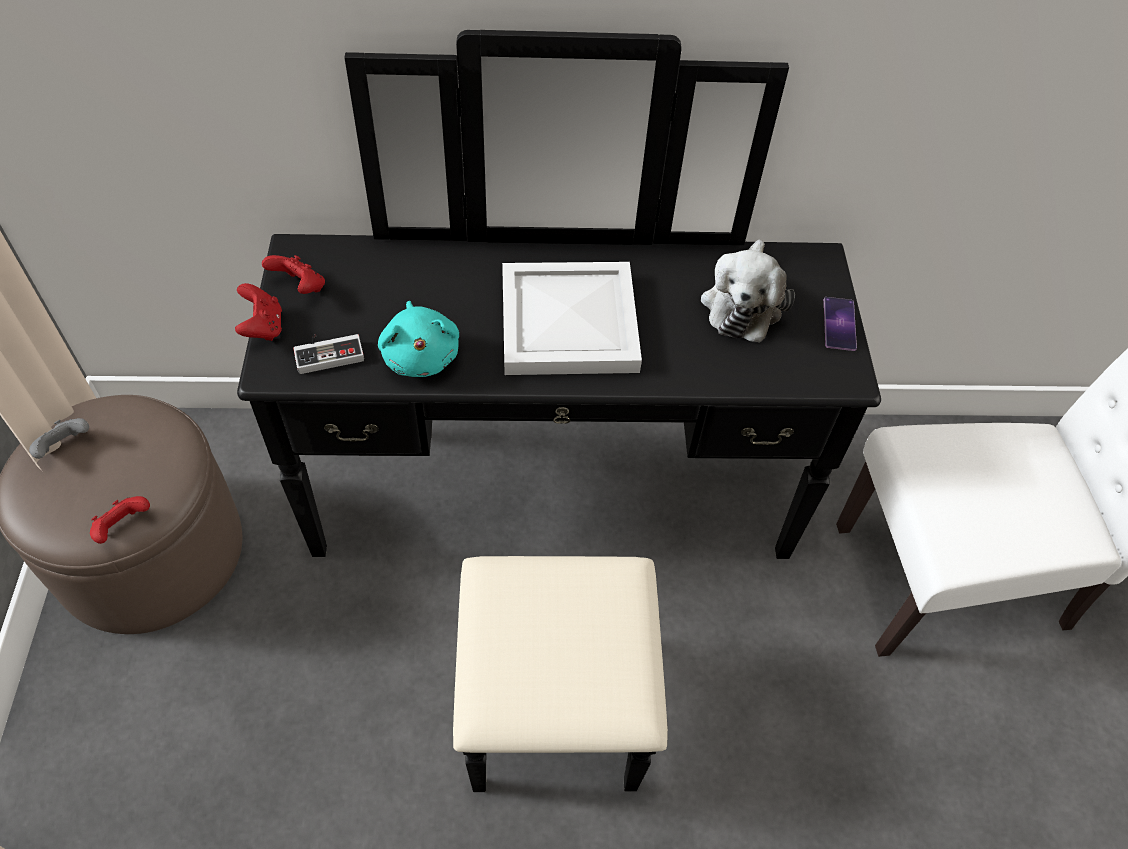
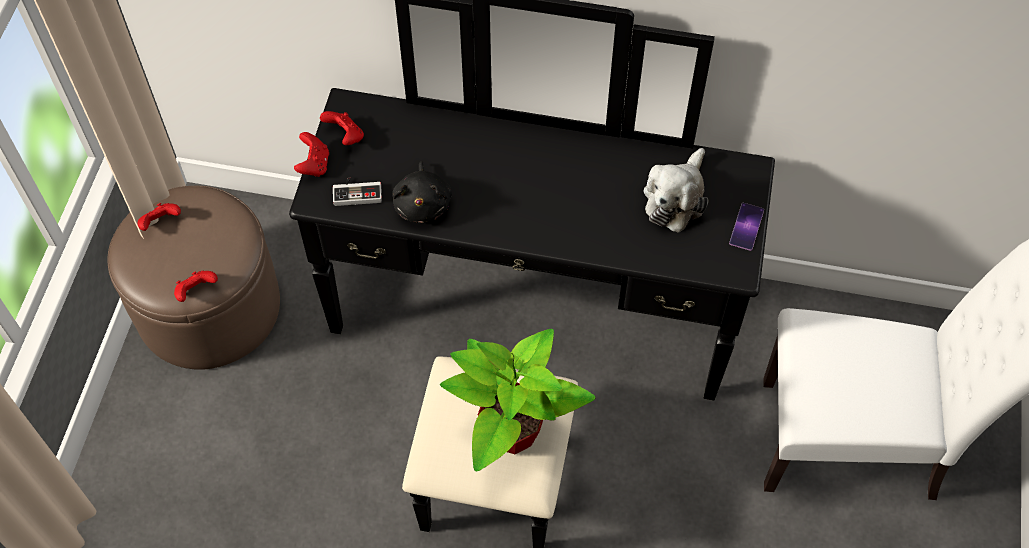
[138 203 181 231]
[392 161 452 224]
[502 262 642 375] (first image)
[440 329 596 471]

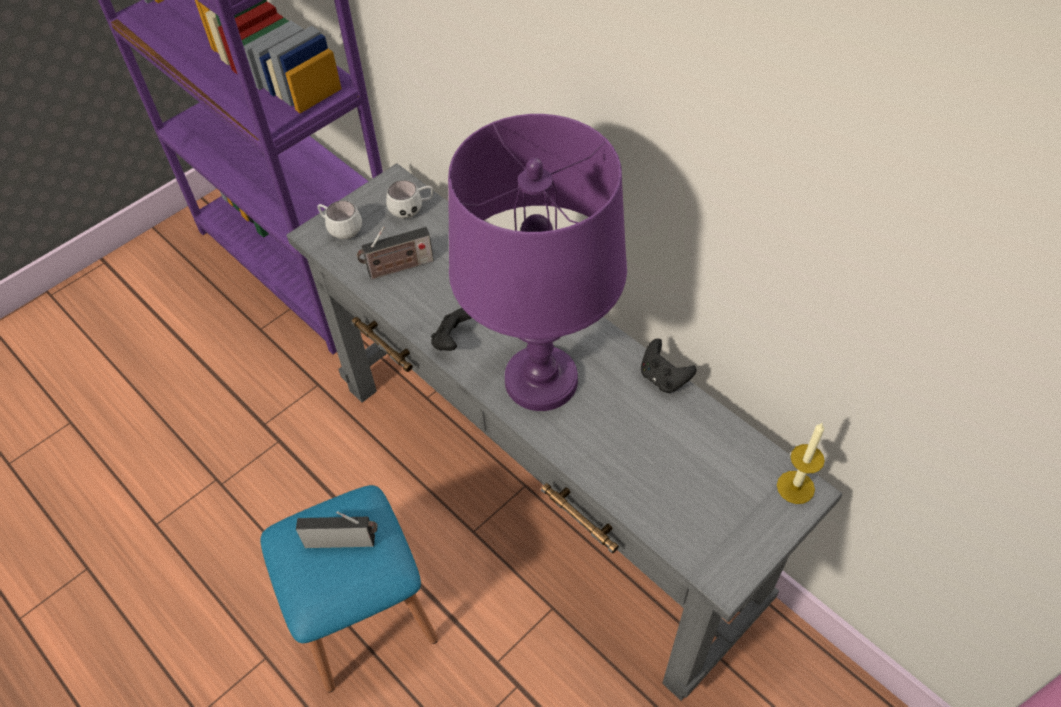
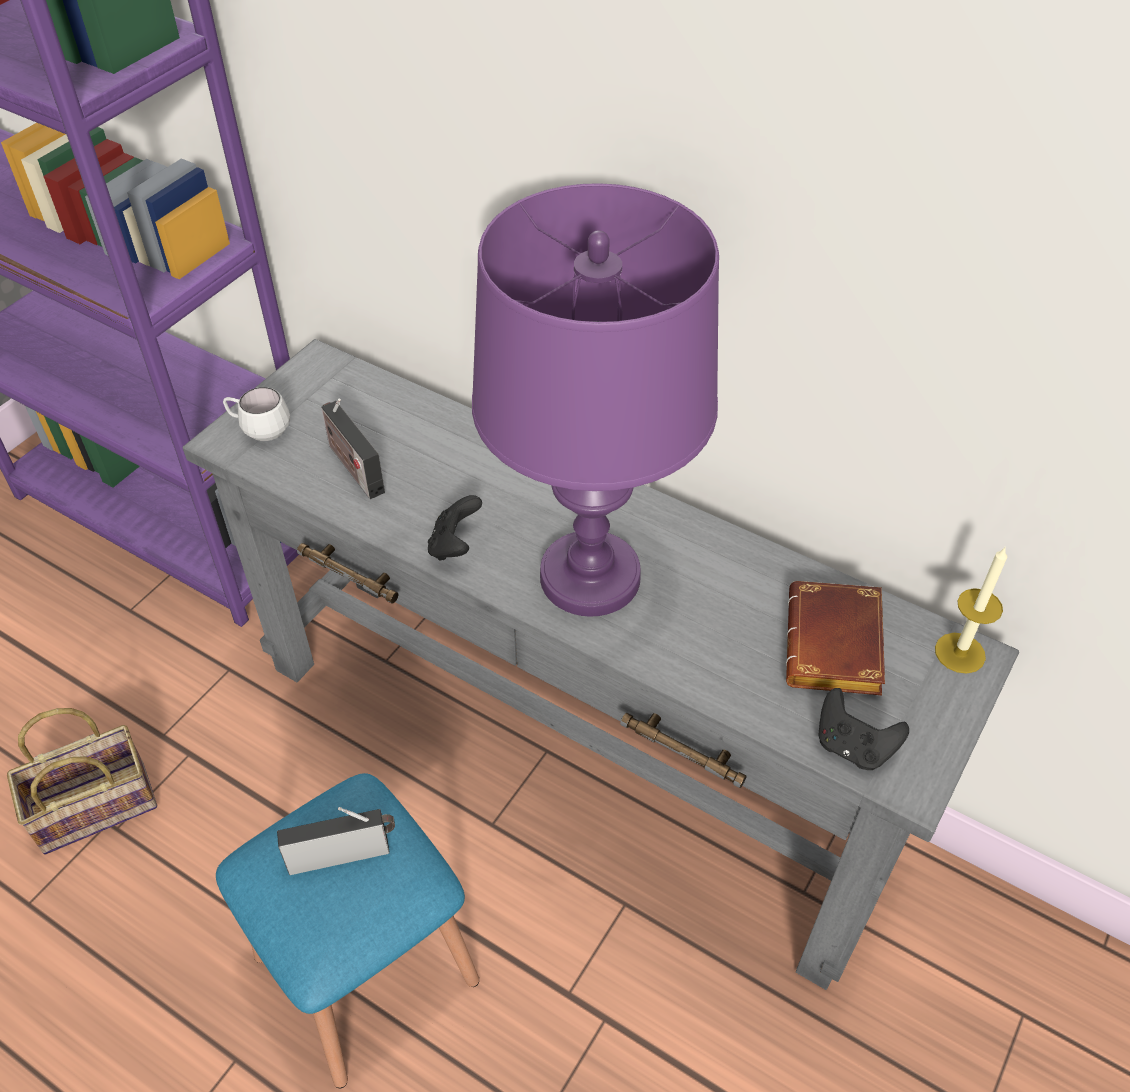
[321 398 385 499]
[386 180 433 219] (first image)
[818 688 909 770]
[7 708 157 854]
[786 581 885 695]

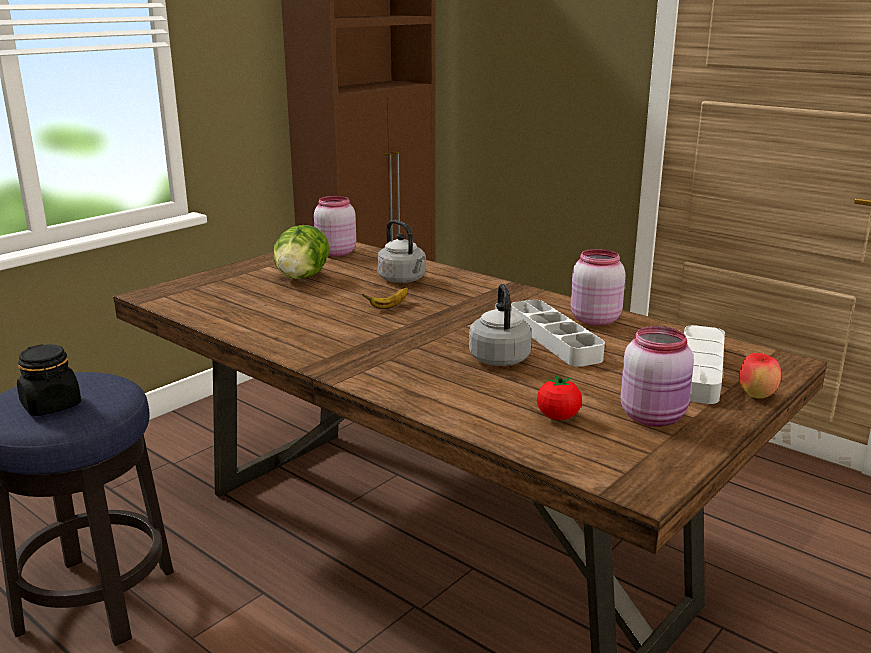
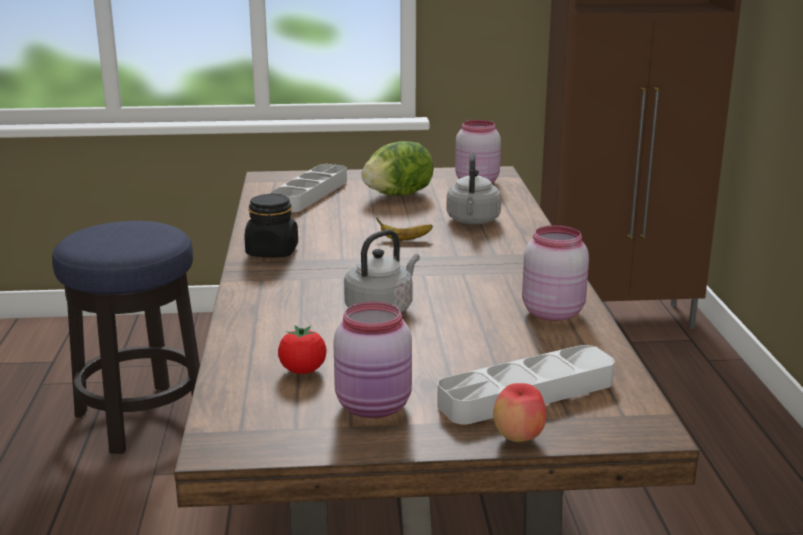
[245 194 298 257]
[270 164 347 212]

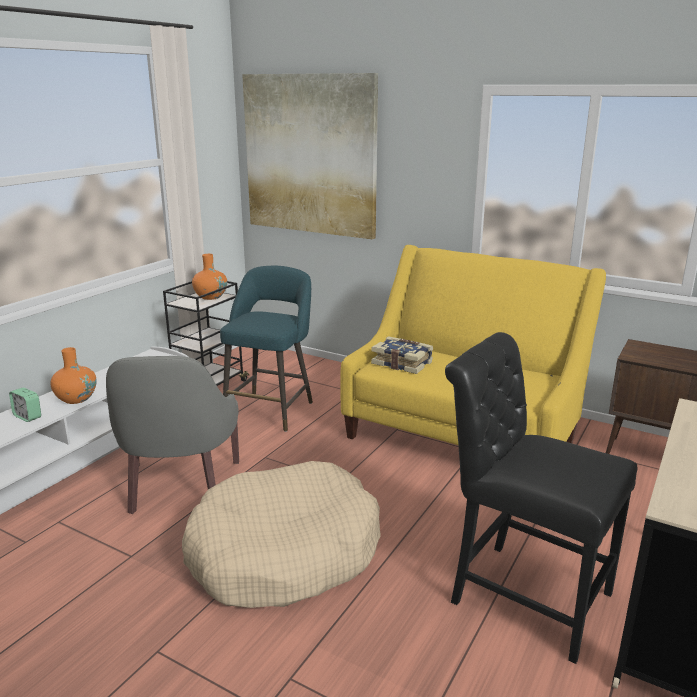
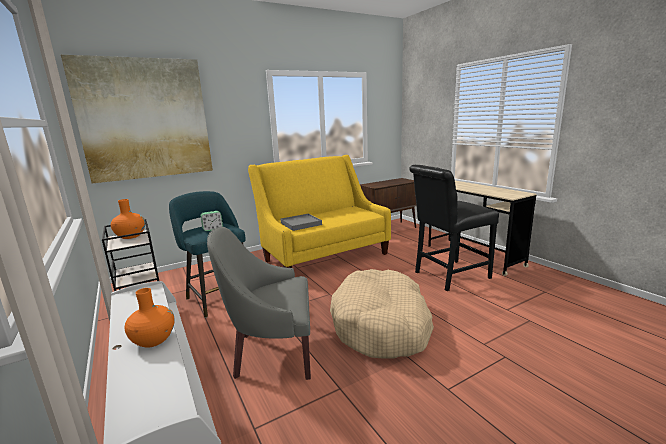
[201 211 223 231]
[207 227 311 380]
[280 214 322 231]

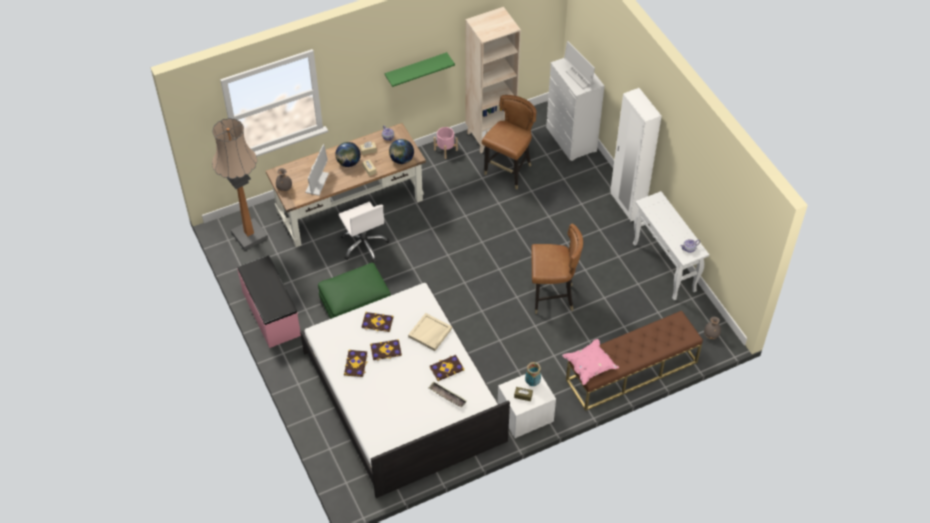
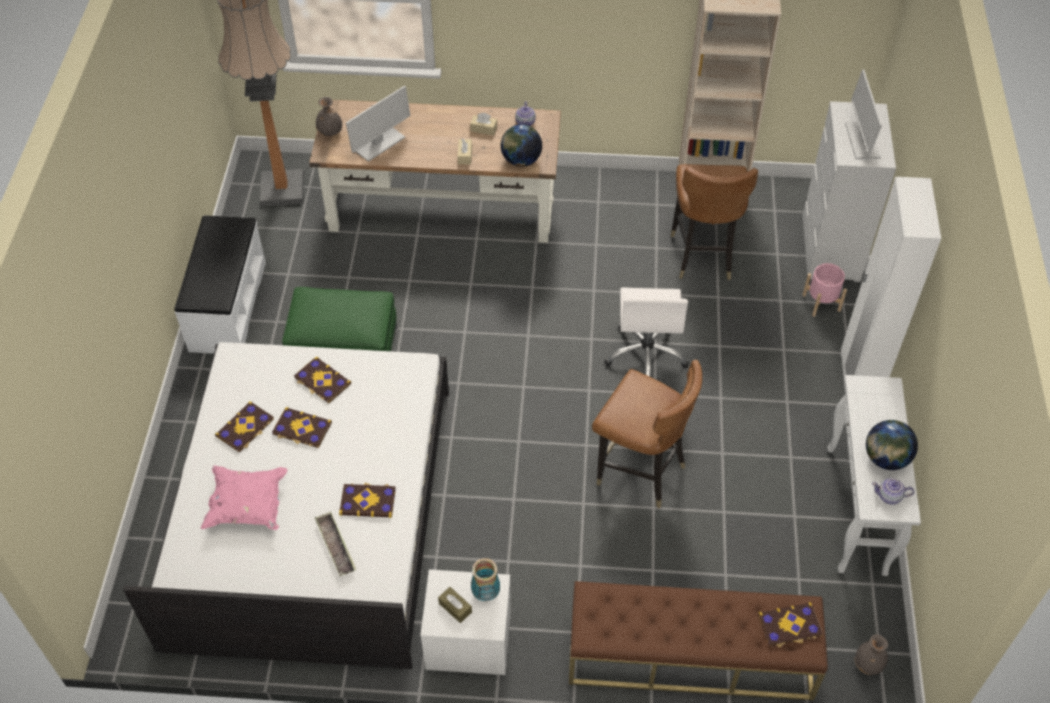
[175 215 266 354]
[866 420 918 470]
[604 288 689 377]
[385 52 455 87] (first image)
[408 313 452 351] (first image)
[802 263 847 317]
[671 164 758 280]
[201 465 287 530]
[758 602 823 648]

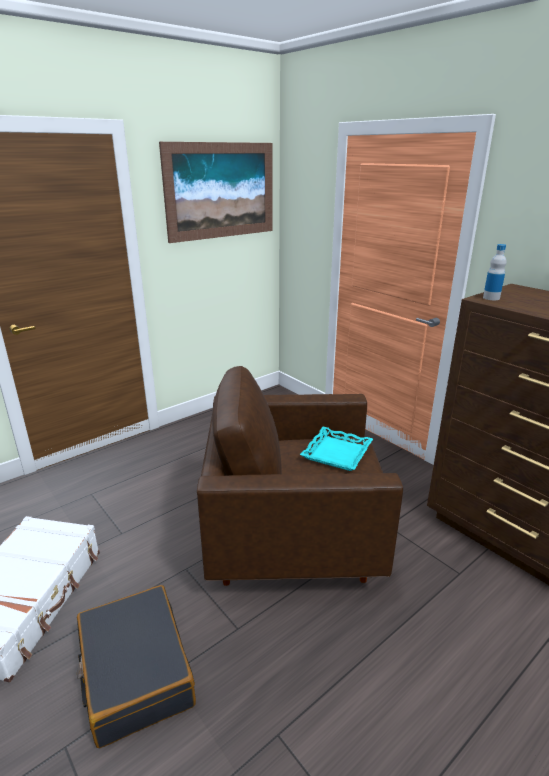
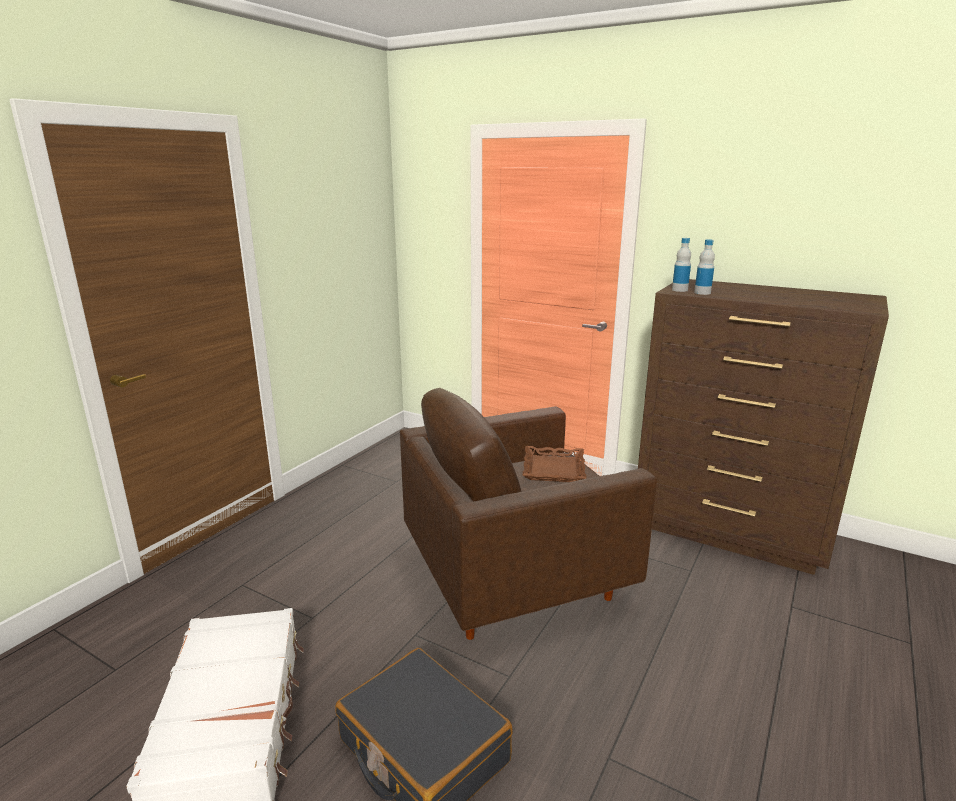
[159 142 273 243] (first image)
[523 446 587 482]
[694 239 715 295]

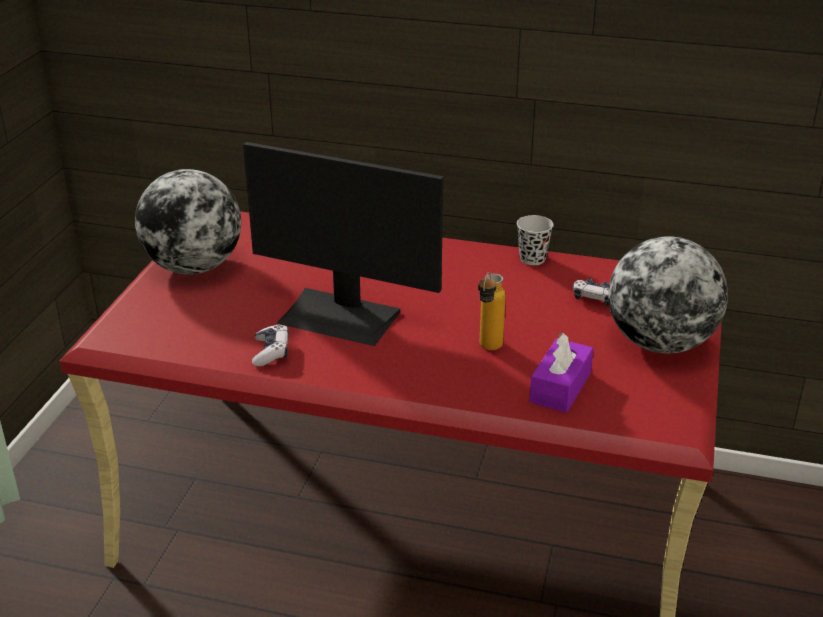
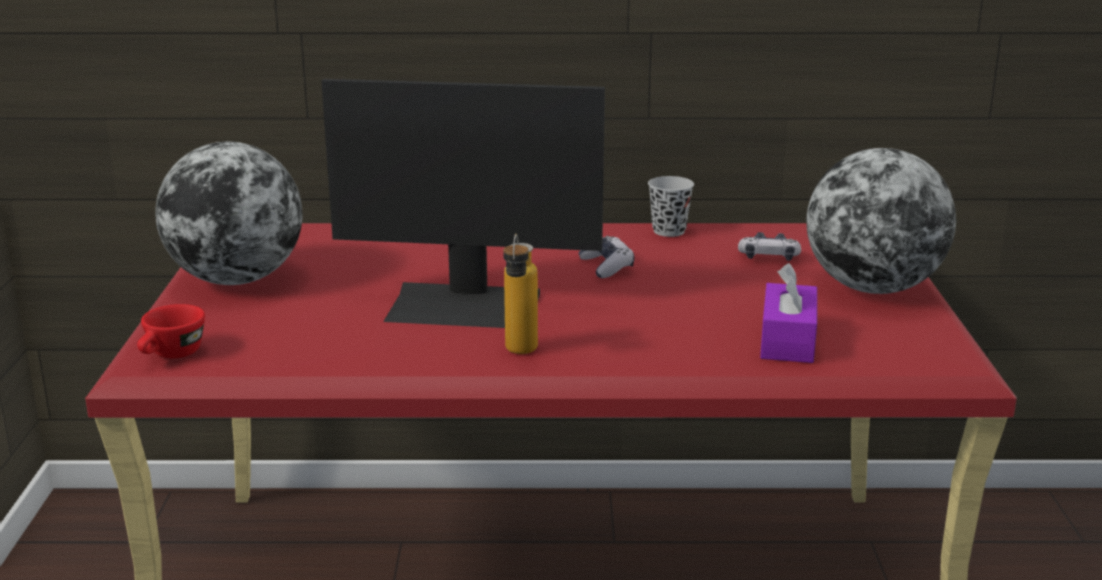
[578 236 634 278]
[503 234 538 354]
[137 304 205 358]

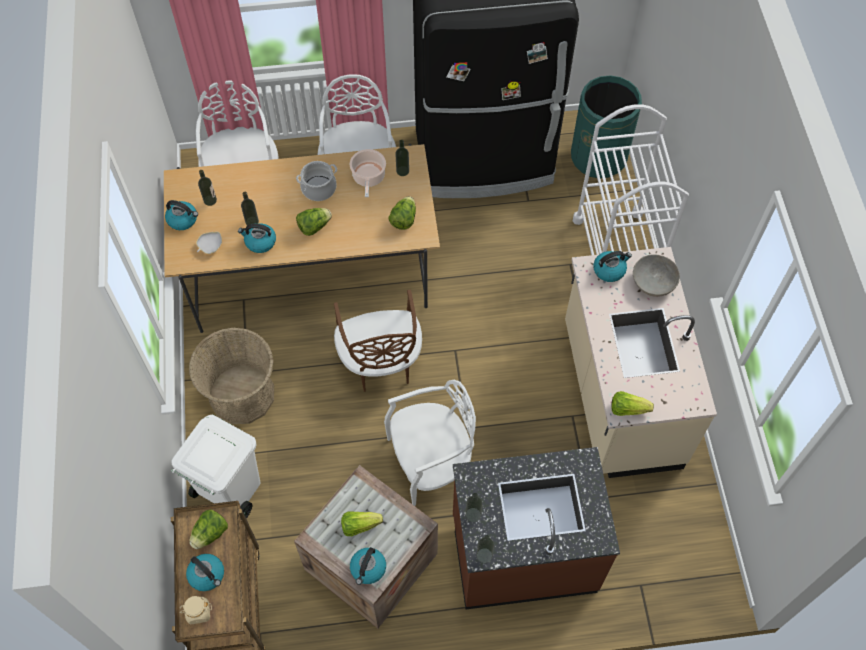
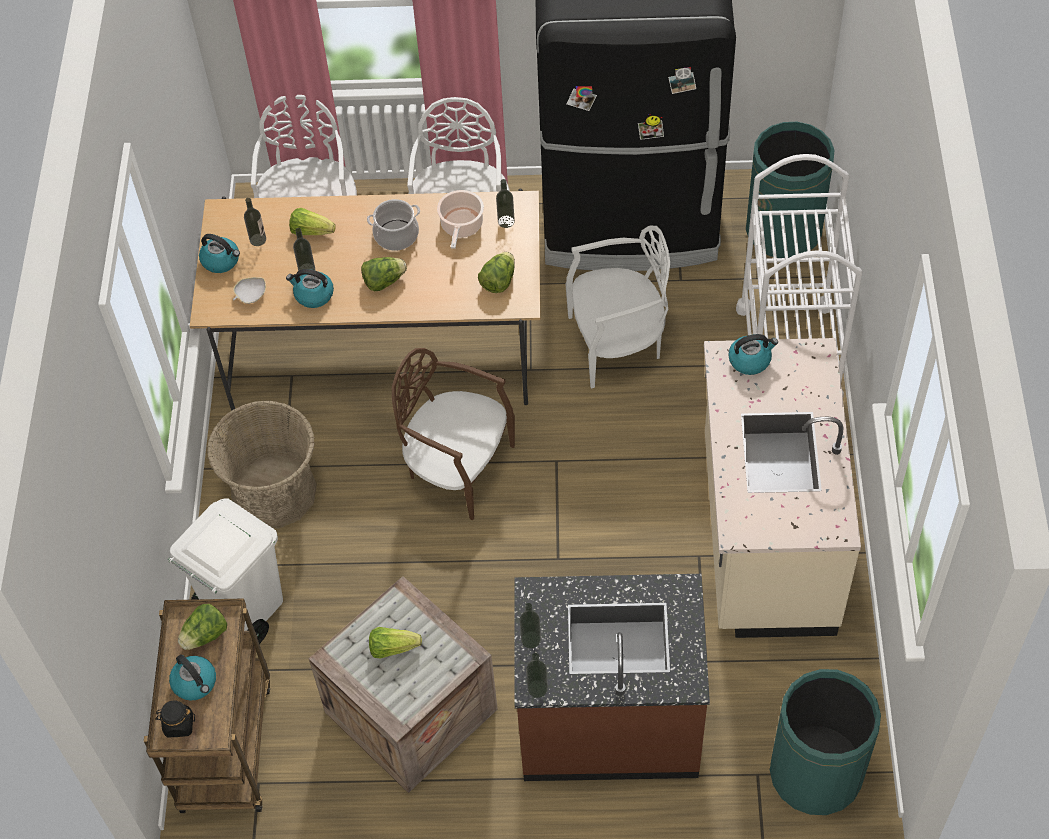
[155 700 195 738]
[392 348 515 520]
[350 547 386 585] (first image)
[565 226 670 388]
[289 208 336 235]
[633 254 680 297] (first image)
[770 669 881 815]

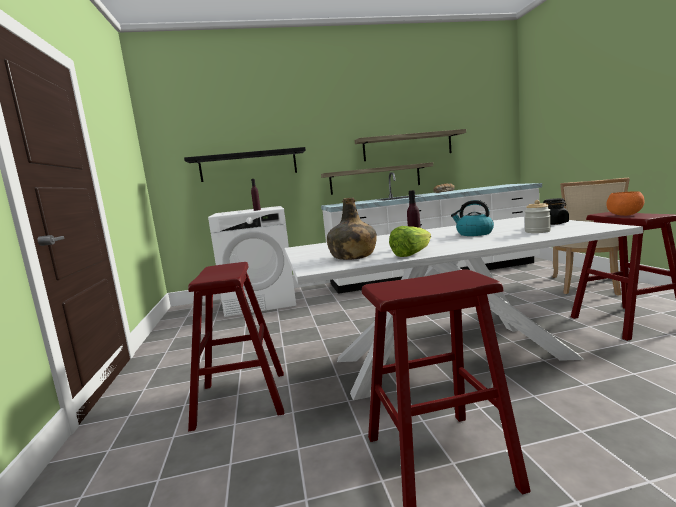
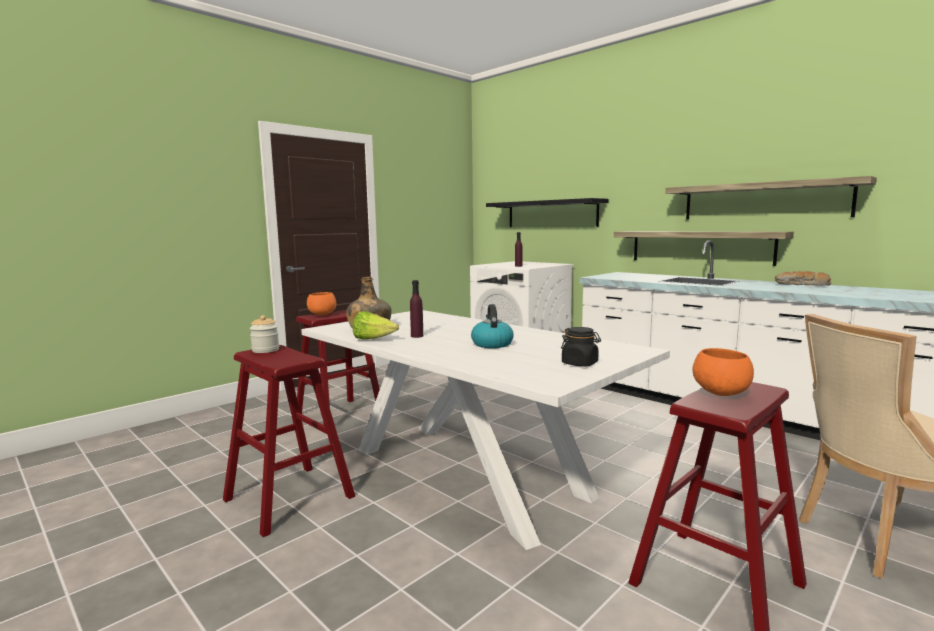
[250 315 279 353]
[307 292 336 315]

